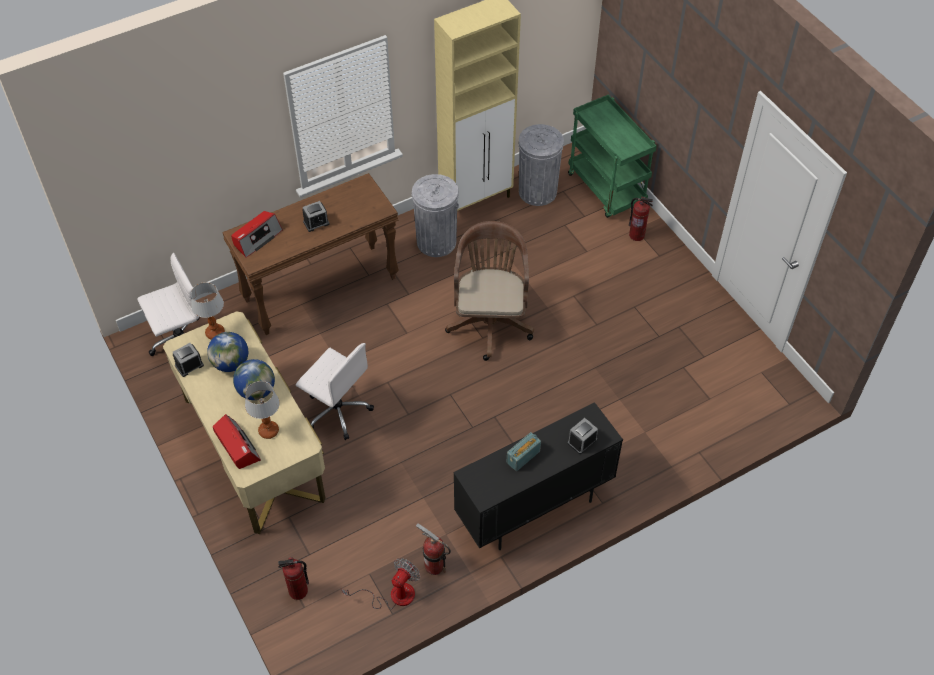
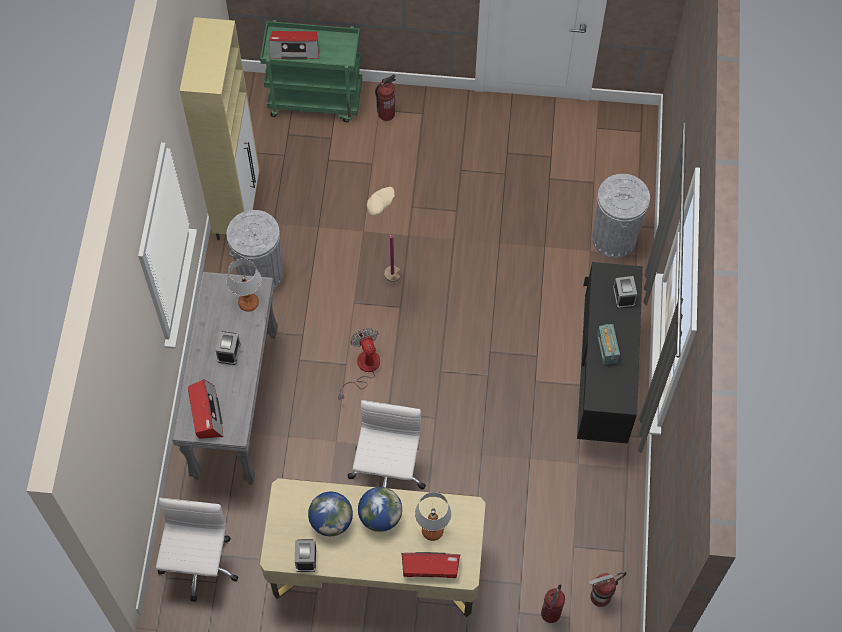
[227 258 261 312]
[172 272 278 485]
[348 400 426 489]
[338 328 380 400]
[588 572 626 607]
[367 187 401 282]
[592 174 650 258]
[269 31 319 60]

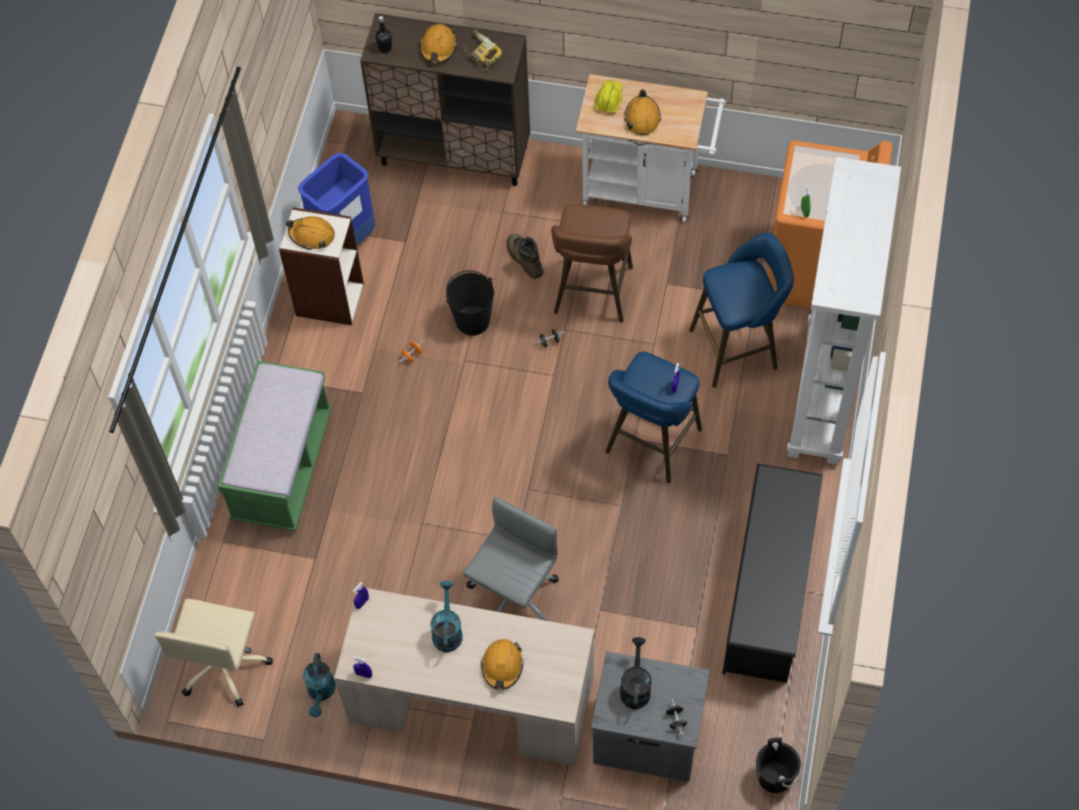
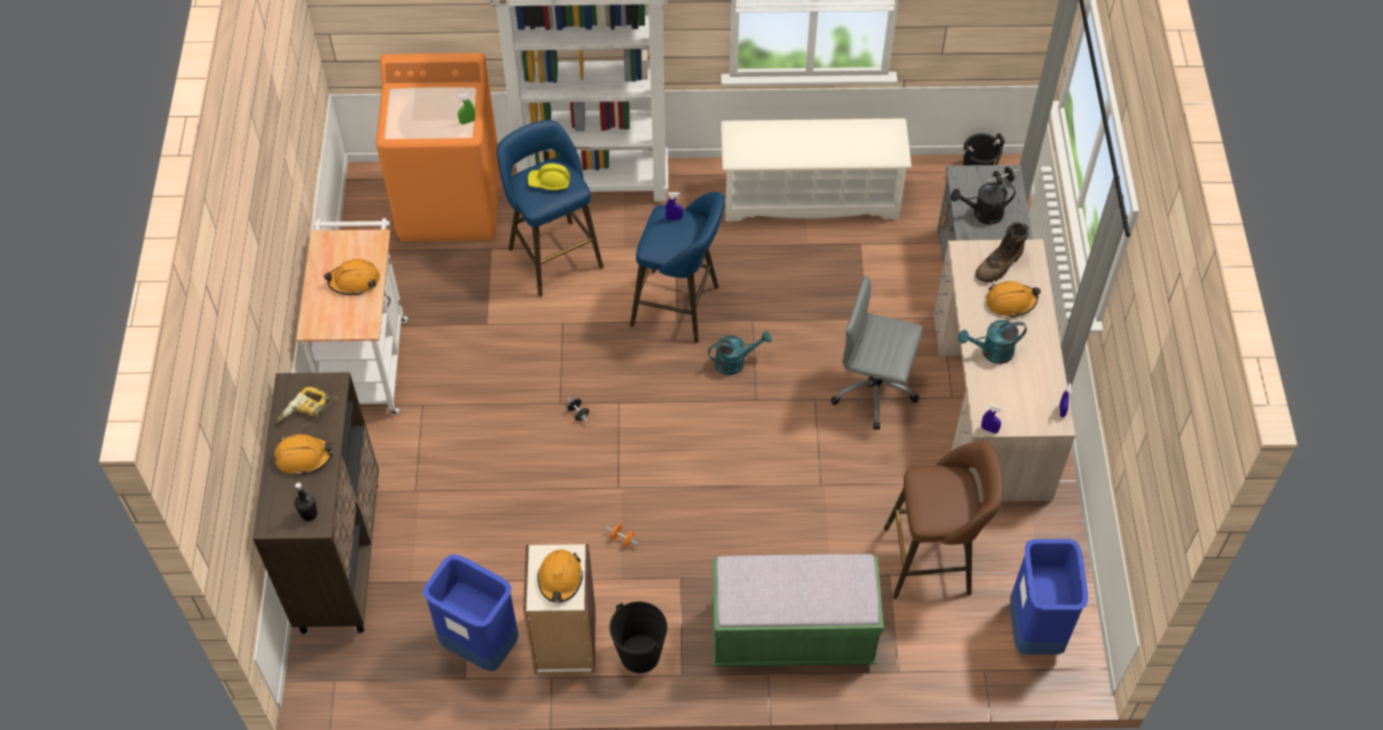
[1010 539 1088 655]
[708 331 772 375]
[609 602 667 673]
[976 222 1029 282]
[884 441 1003 599]
[527 163 570 191]
[721 118 912 222]

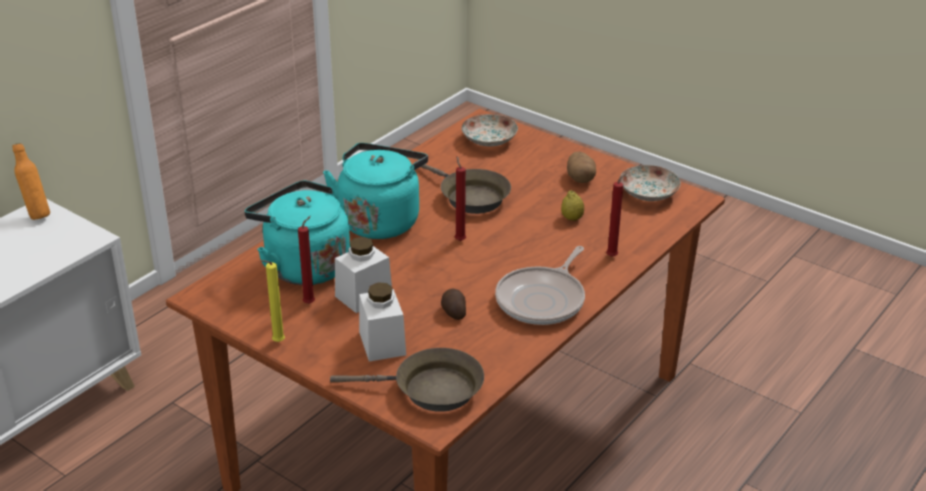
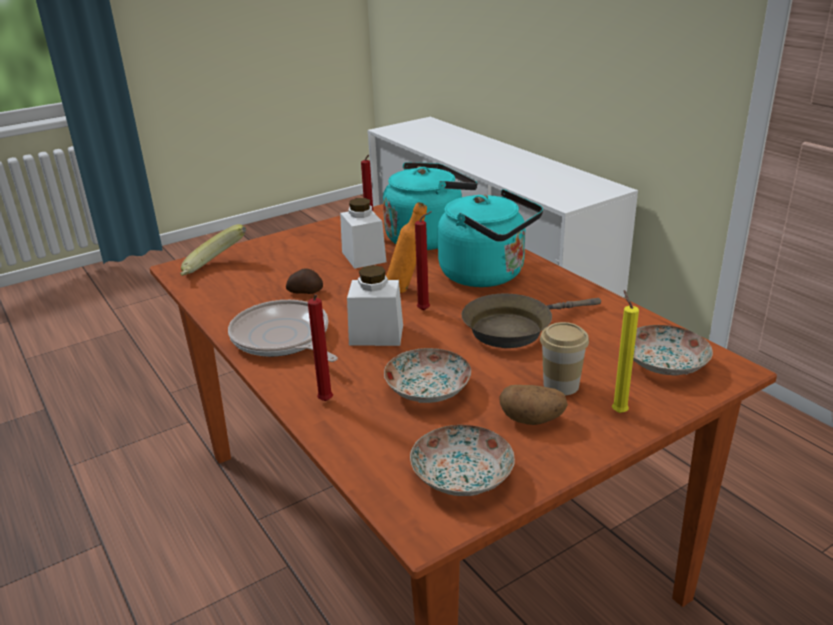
[386 202 427 293]
[612 290 639 413]
[180 224 246 276]
[347 265 403 346]
[384 348 471 403]
[540 322 589 395]

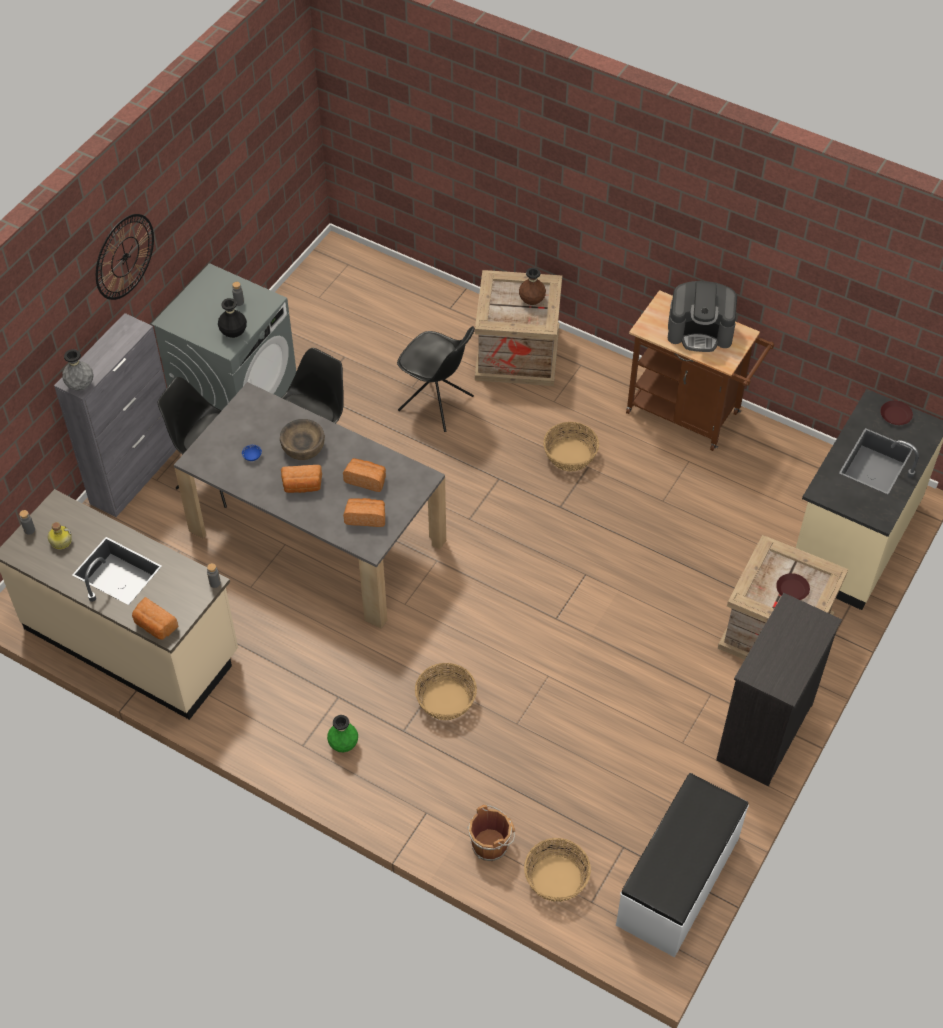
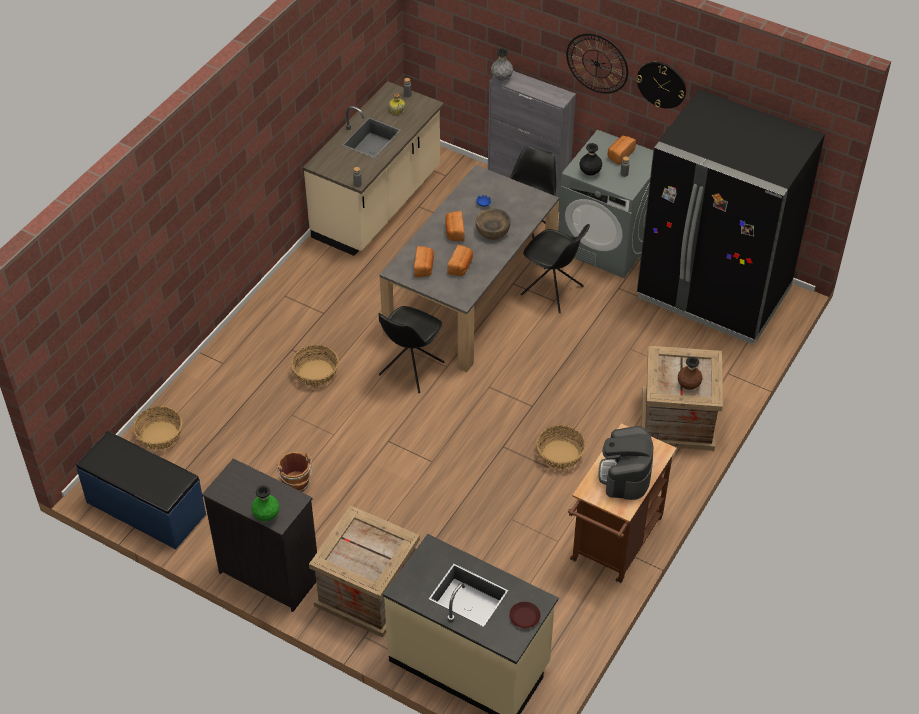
[608 136 636 165]
[251 485 279 521]
[378 306 444 393]
[277 452 313 492]
[76 431 206 549]
[776 573 810 600] (first image)
[636 62 686 109]
[637 89 825 345]

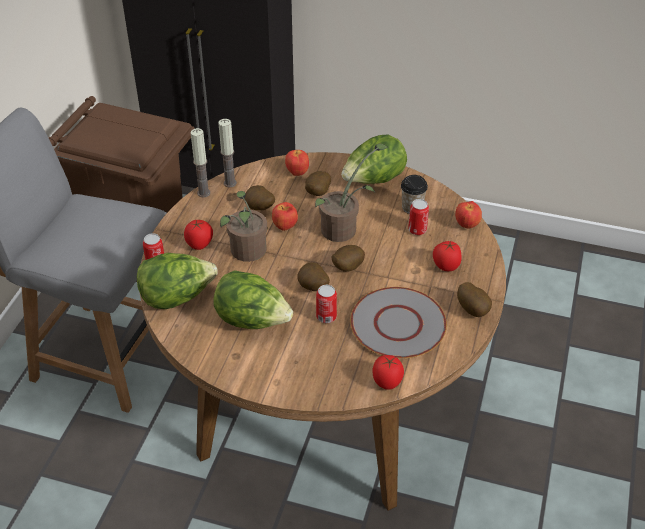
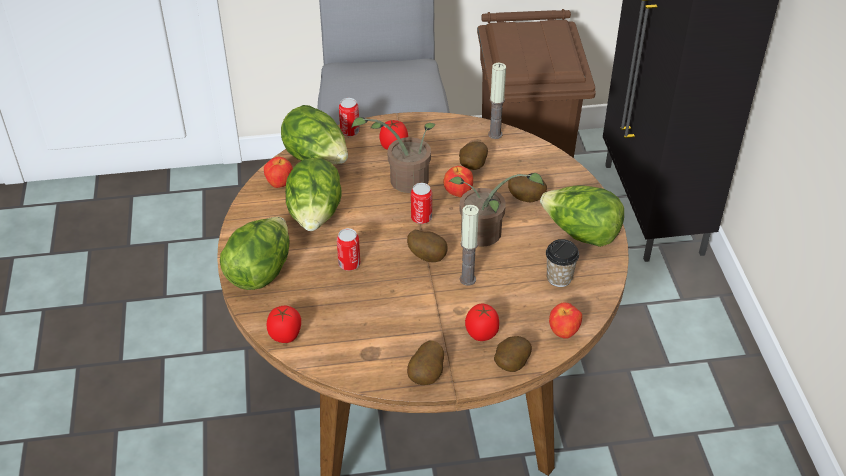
[460 205 479 286]
[264 157 293 188]
[494 336 532 372]
[350 287 447 359] (first image)
[411 183 432 224]
[220 217 289 290]

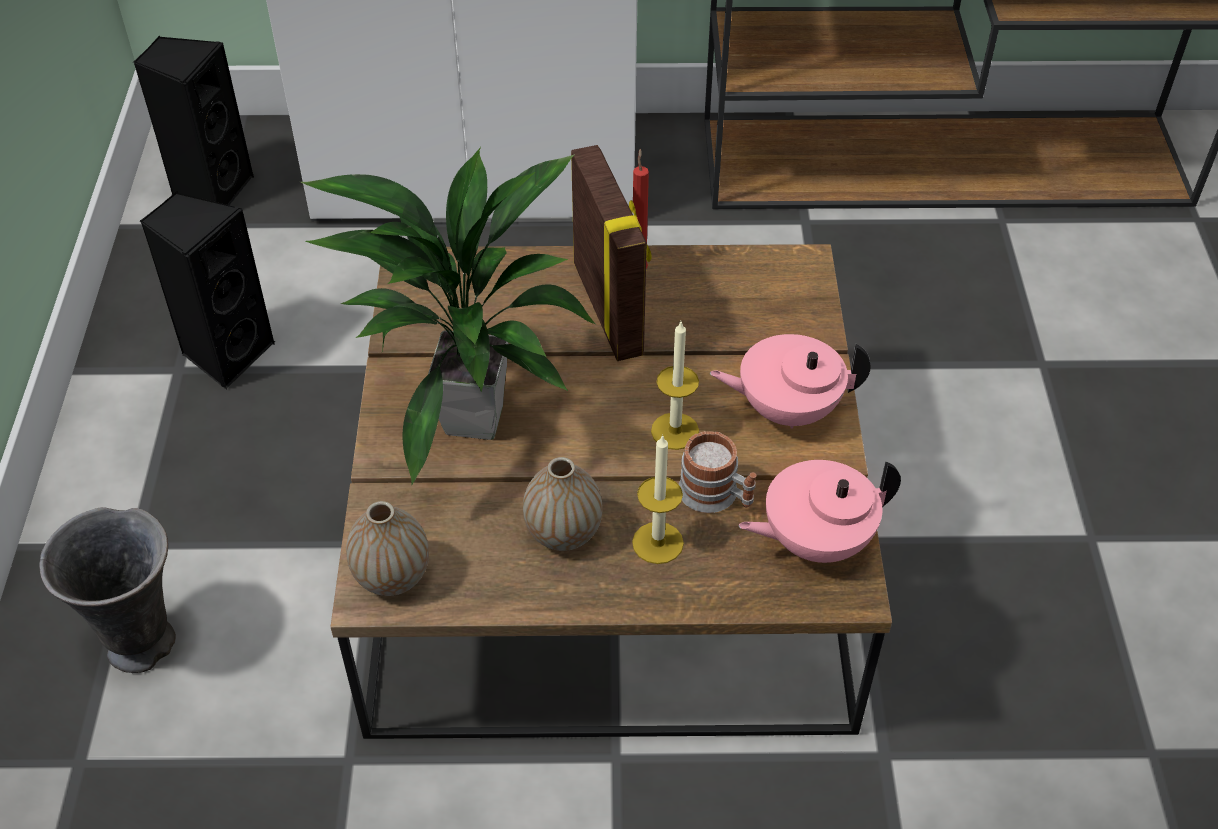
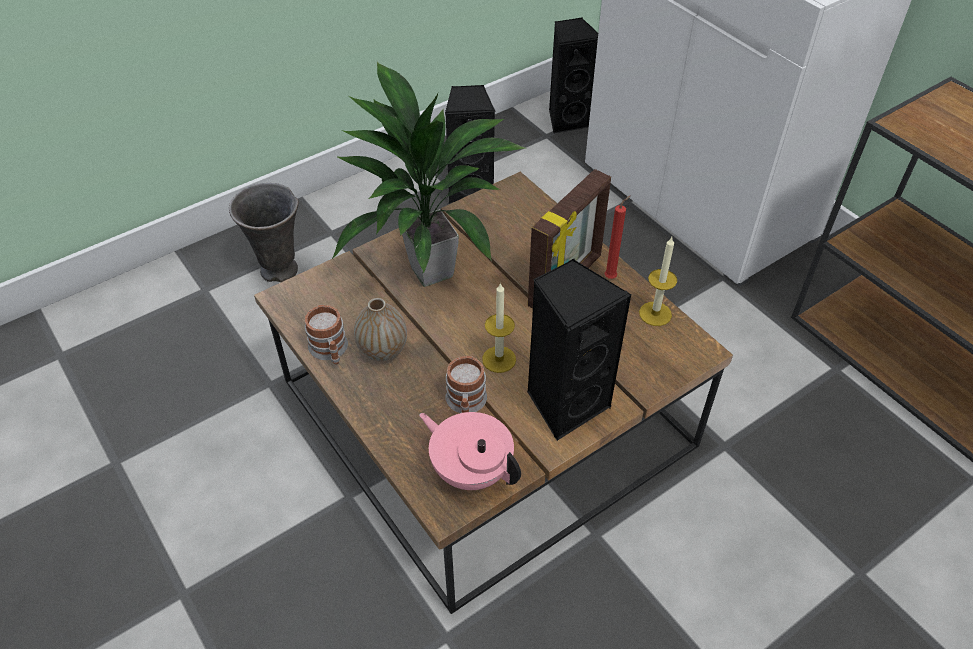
[346 501 429 596] (first image)
[639 237 677 326]
[527 258 631 441]
[305 305 348 365]

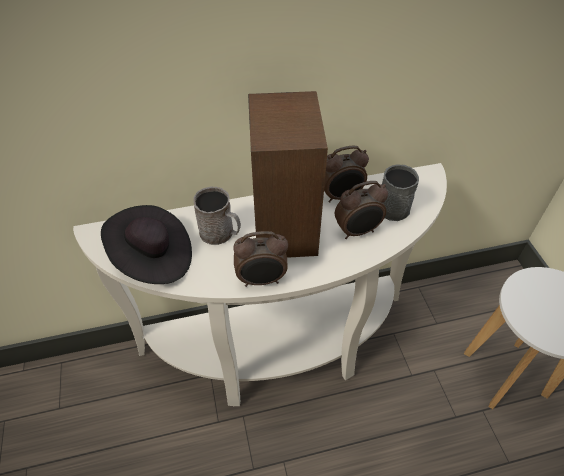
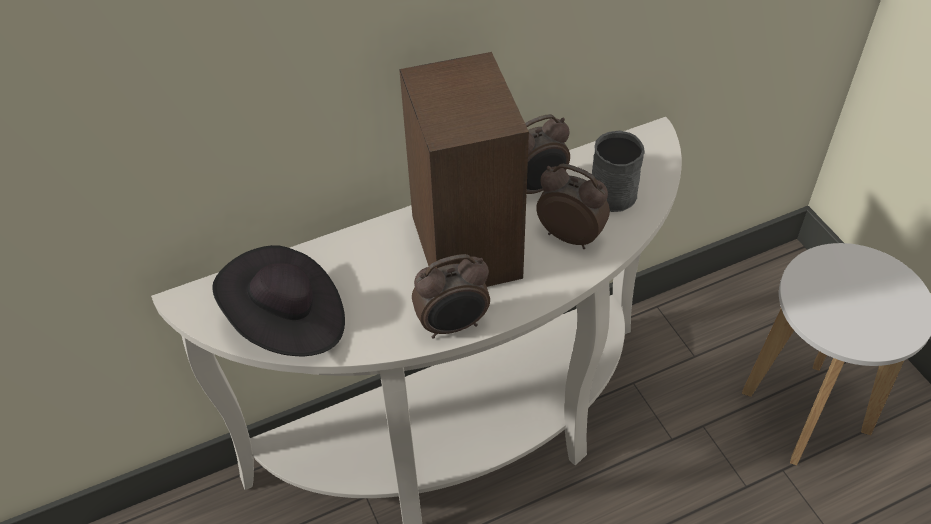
[193 187 241 245] (first image)
[536 164 610 249]

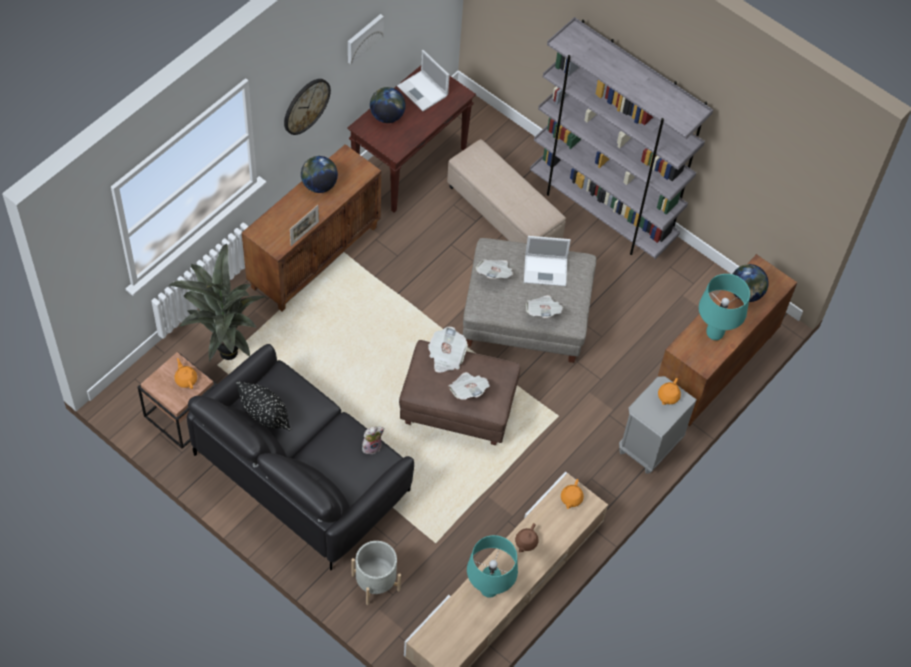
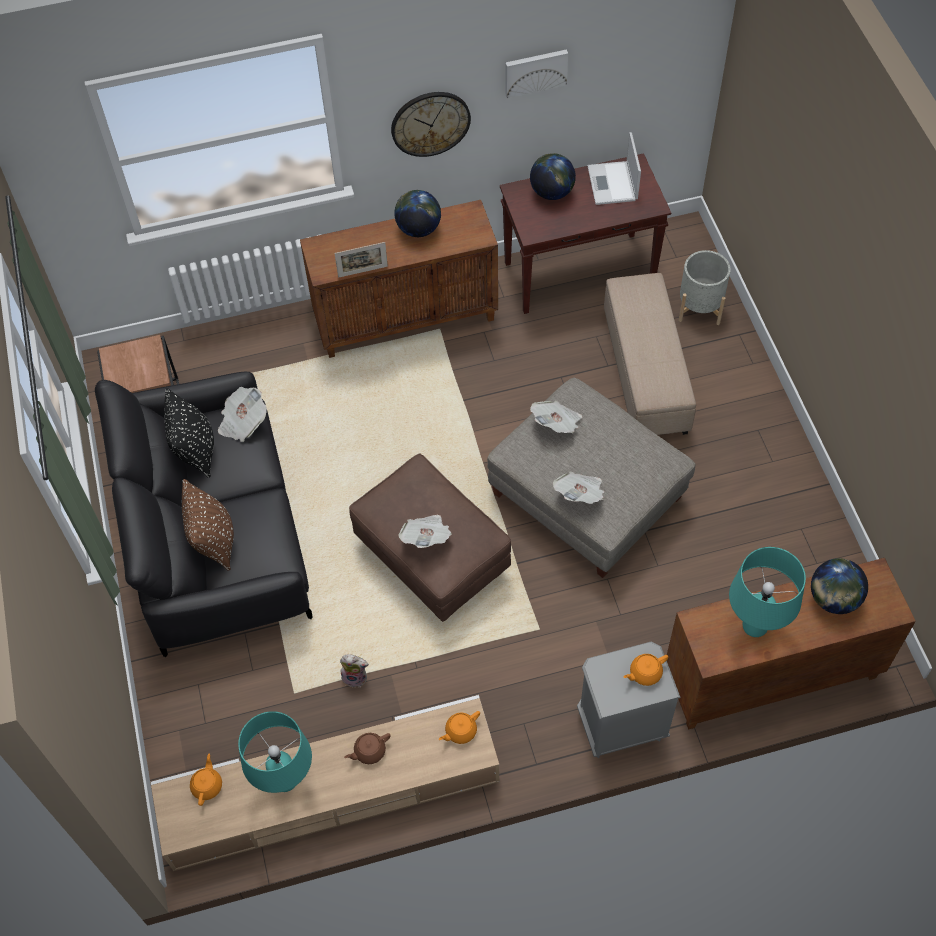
[168 244 266 361] (first image)
[190 754 222 806]
[678 250 731 325]
[340 654 369 687]
[218 387 267 442]
[524 236 571 286] (first image)
[530 17 713 259] (first image)
[182 479 234 570]

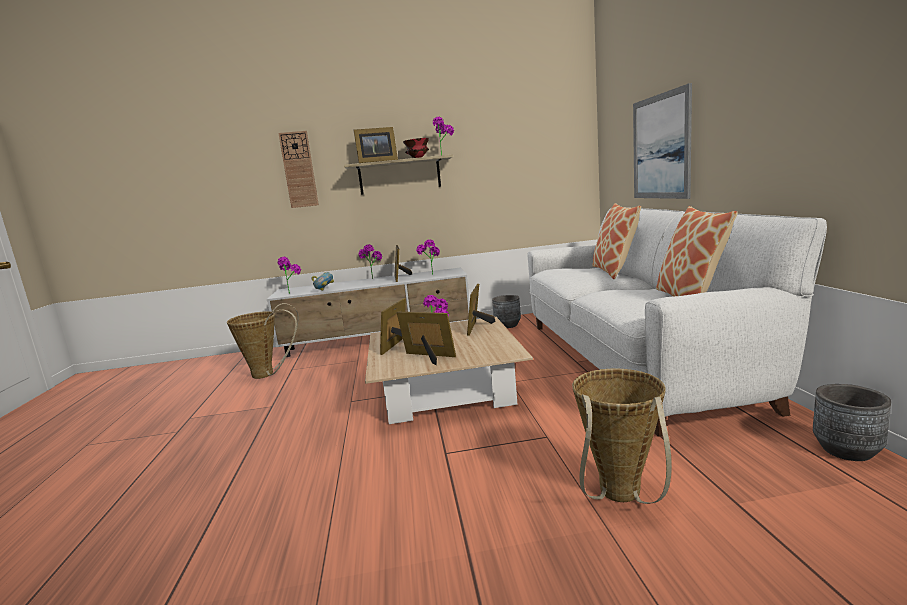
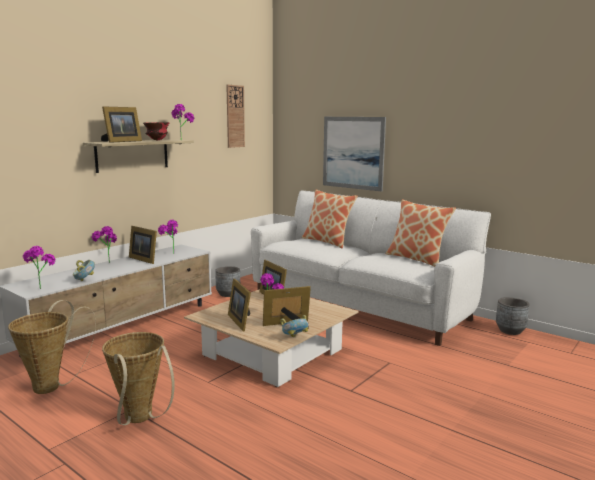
[226 85 245 148]
[102 332 175 425]
[280 315 309 337]

